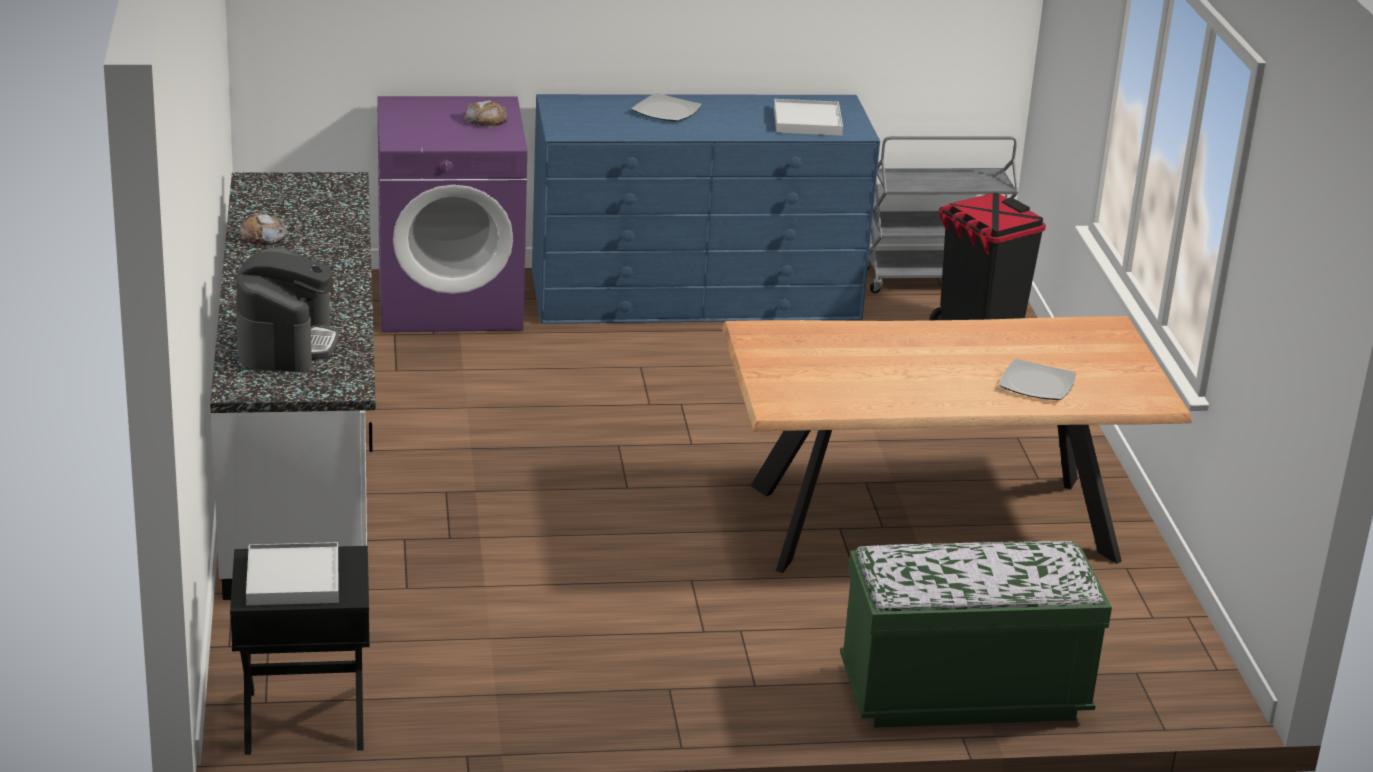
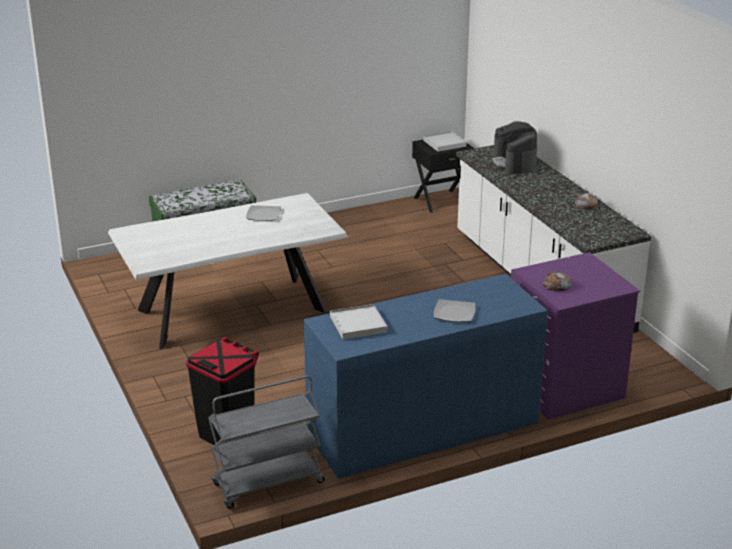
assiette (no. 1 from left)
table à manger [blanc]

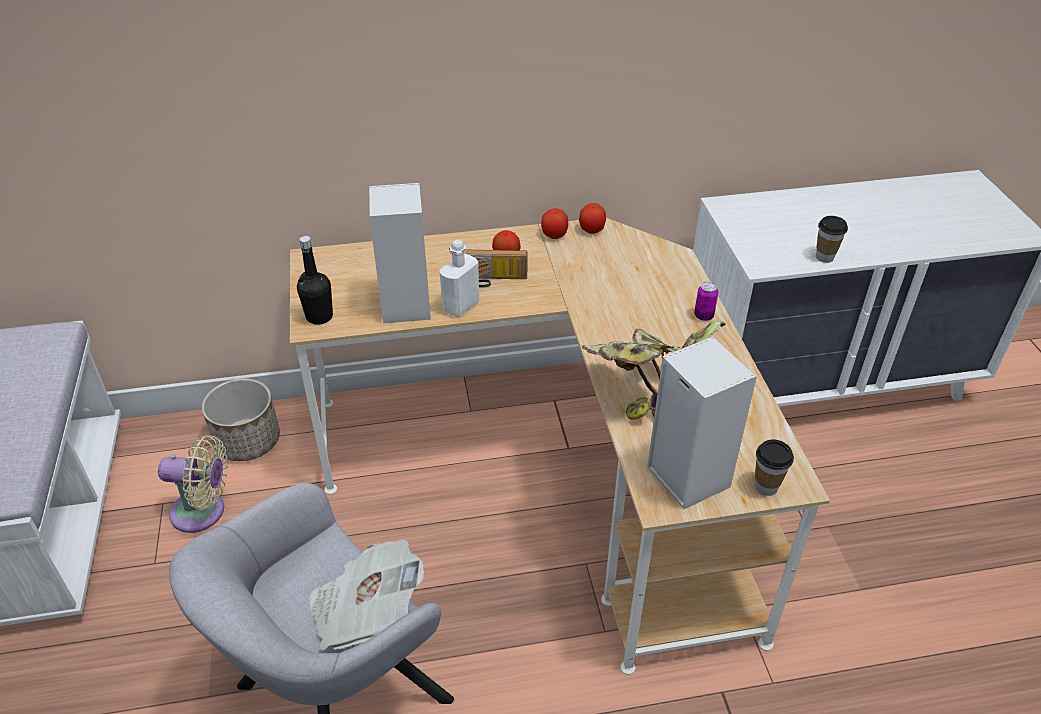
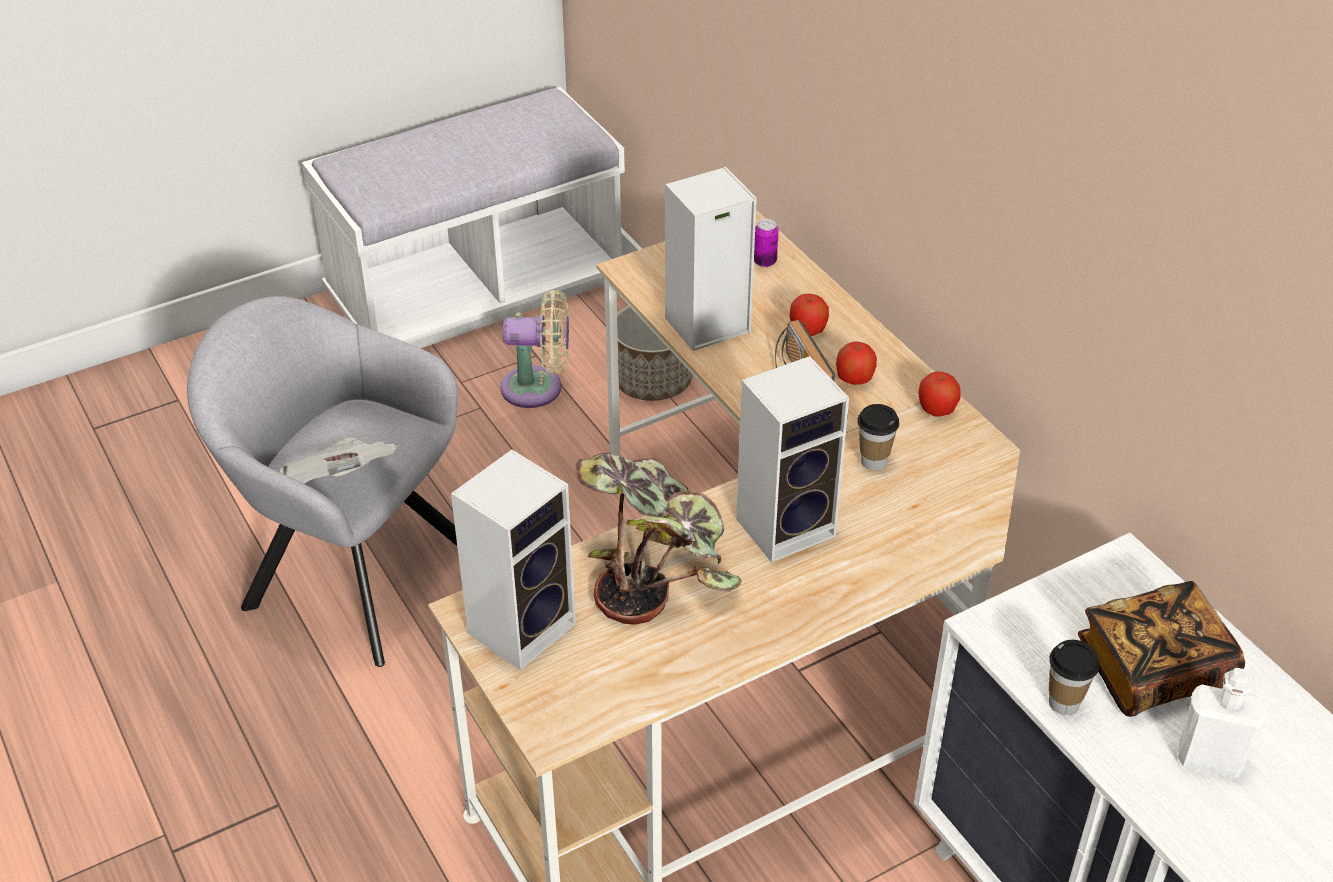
bouteille [noir]
enceinte (no. 3 from left)
livre
bouteille [blanc]
pomme (no. 1 from left)
boîte métallique
tasse (no. 1 from left)
ventilateur [beige]

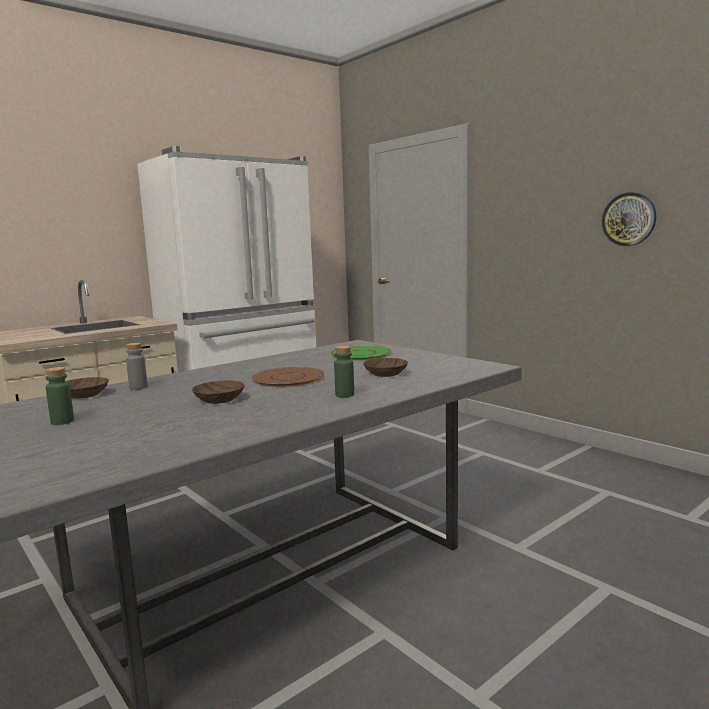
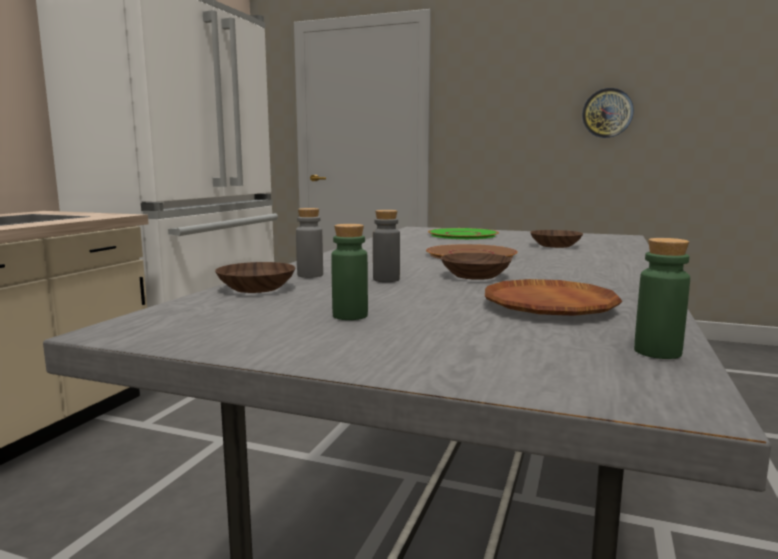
bouteille [gris] (no. 2 from left)
assiette [marron] (no. 2 from left)
bouteille [vert] (no. 2 from left)

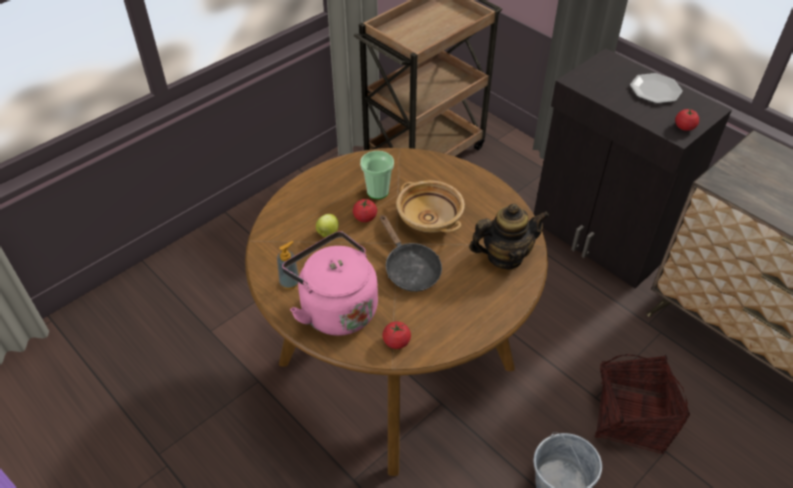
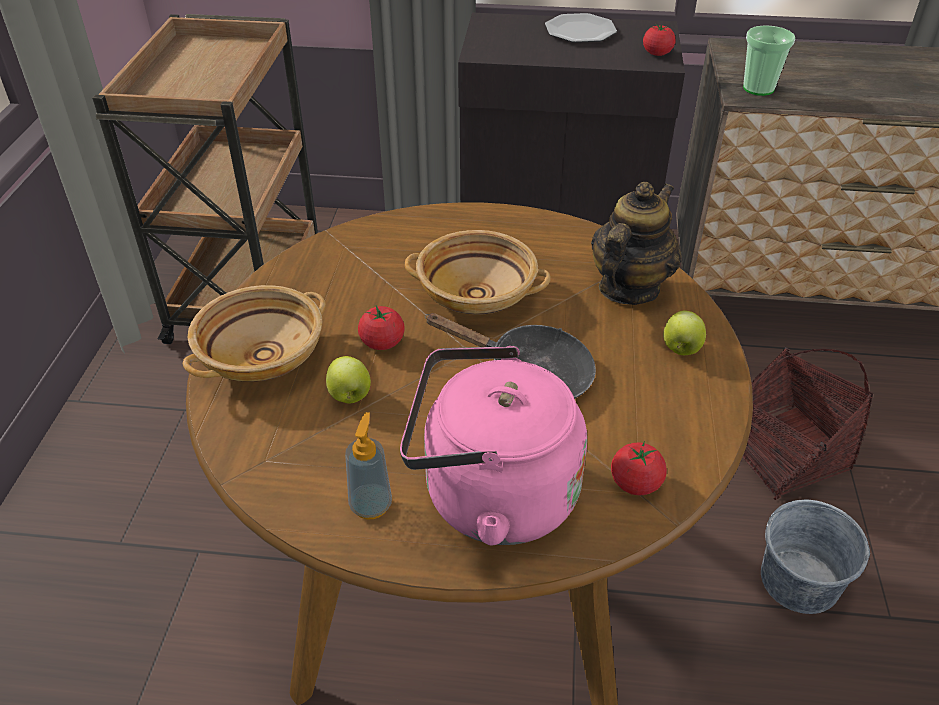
bol [beige] (no. 1 from left)
pomme (no. 2 from left)
tasse

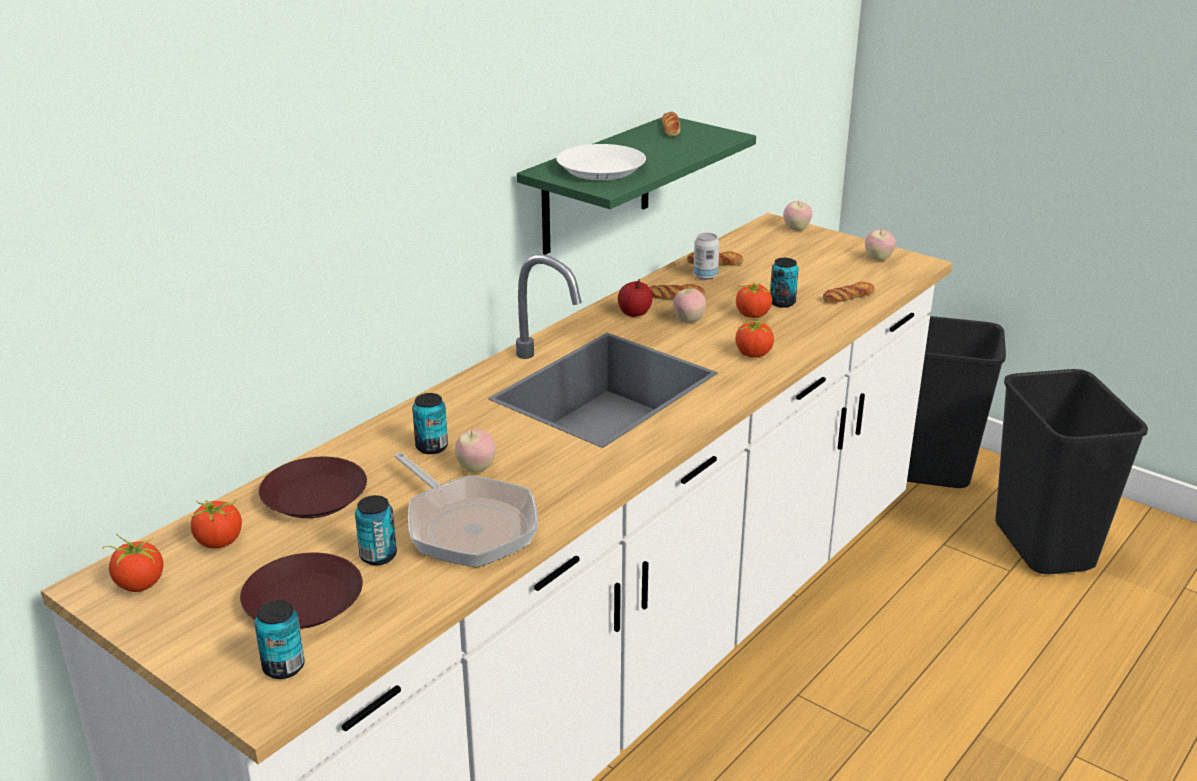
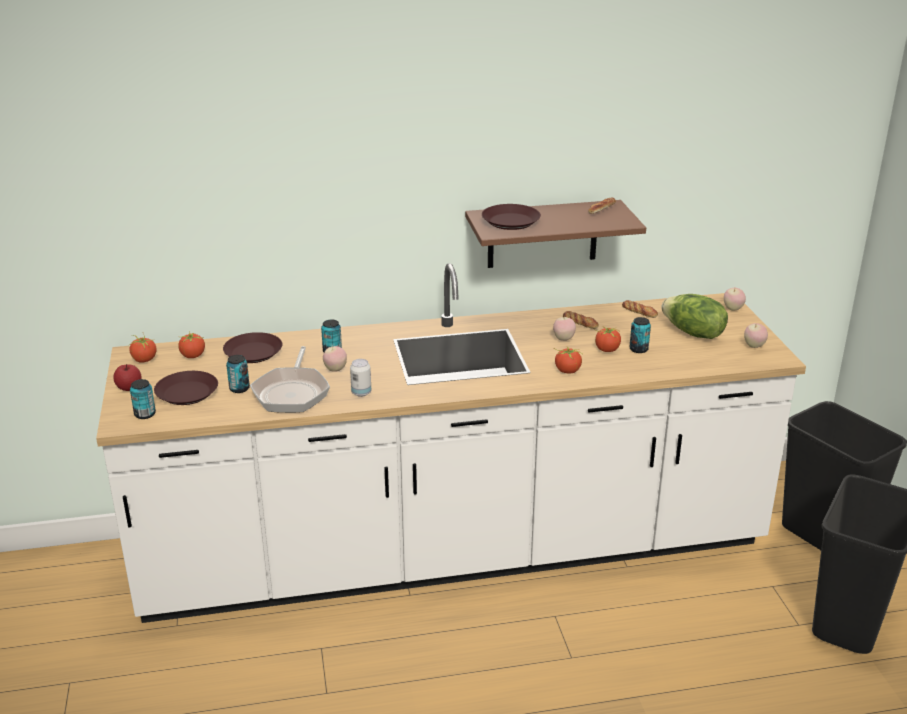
pain (no. 4 from left in the first image)
laitue
pomme (no. 1 from left)
boîte métallique (no. 4 from left)
étagère [marron]
assiette [marron] (no. 3 from left)

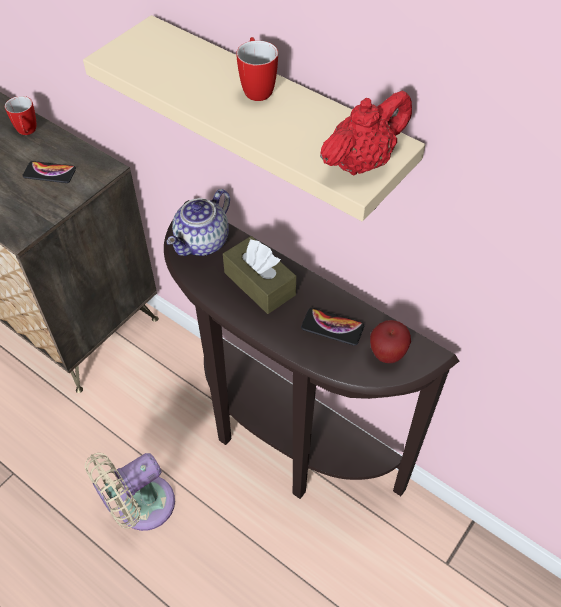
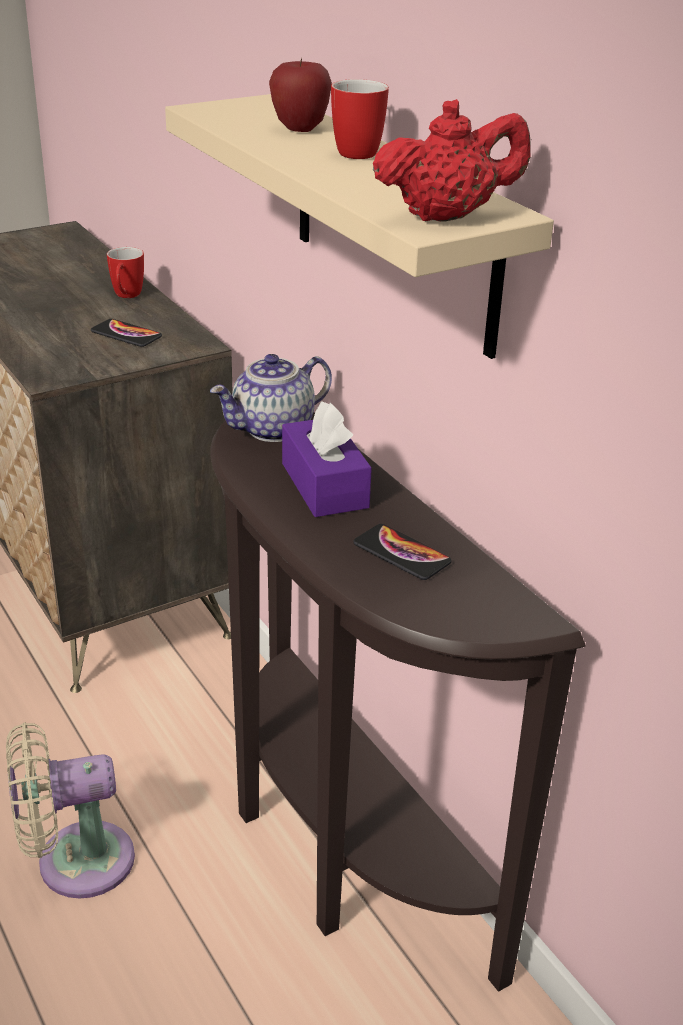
pomme
boîte à mouchoirs [violet]

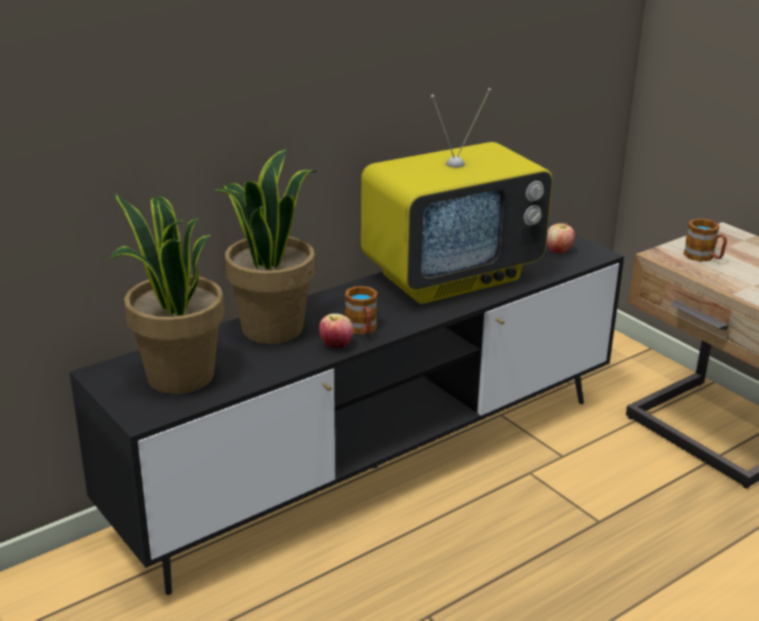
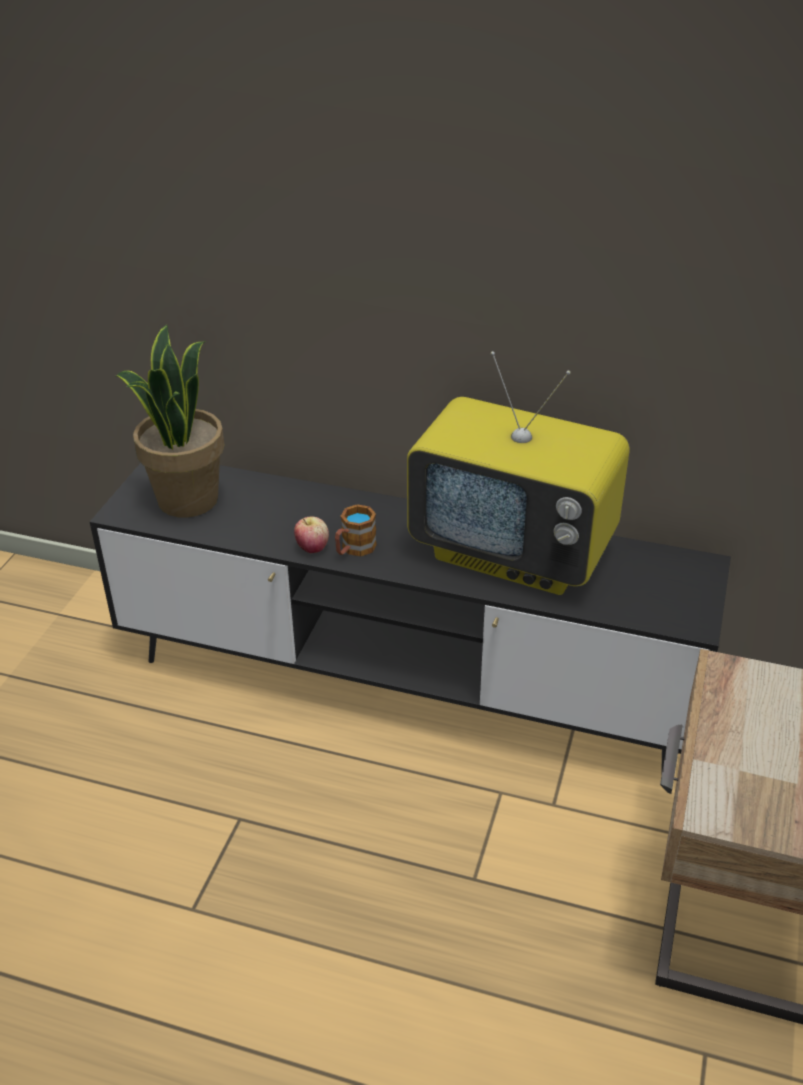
plante en pot (no. 2 from left in the first image)
pomme (no. 2 from left in the first image)
mug (no. 2 from left in the first image)

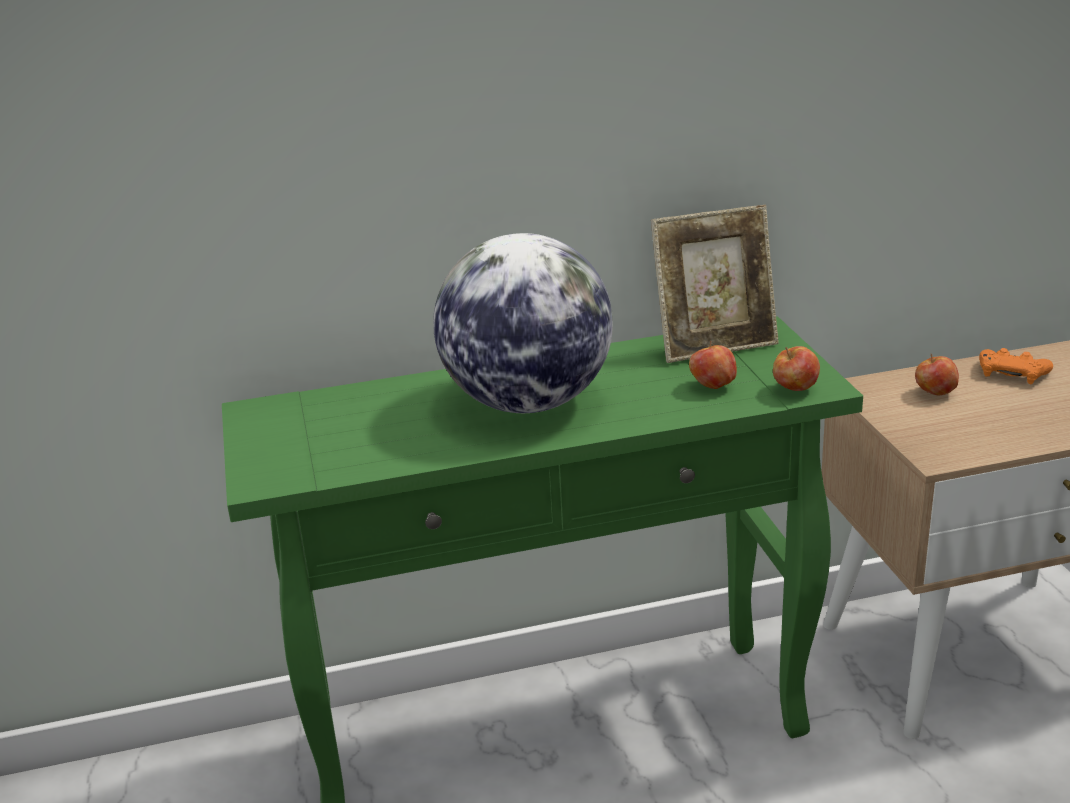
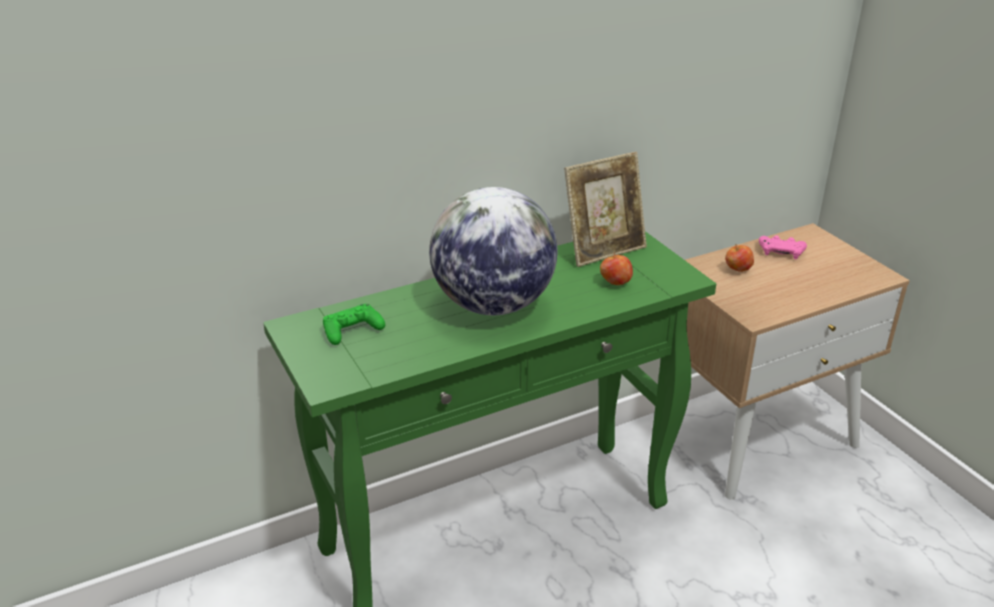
pomme (no. 2 from left in the first image)
manette [vert]
manette [rose]

